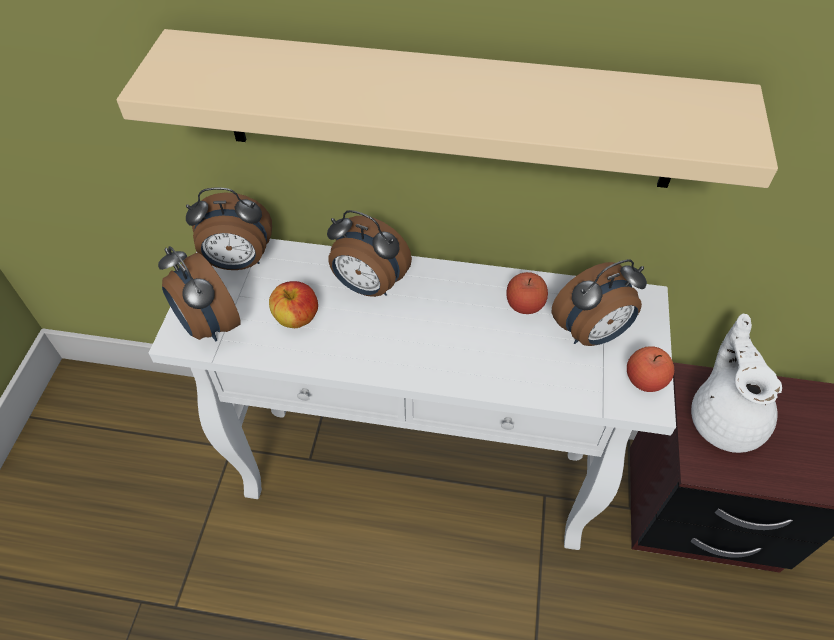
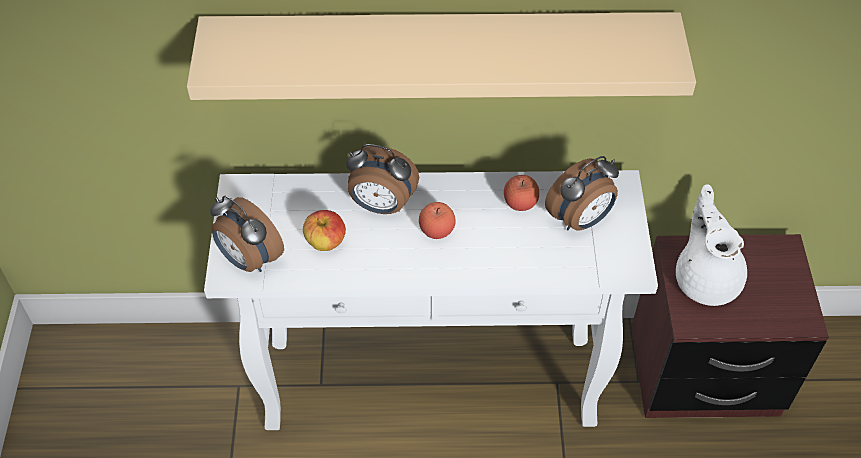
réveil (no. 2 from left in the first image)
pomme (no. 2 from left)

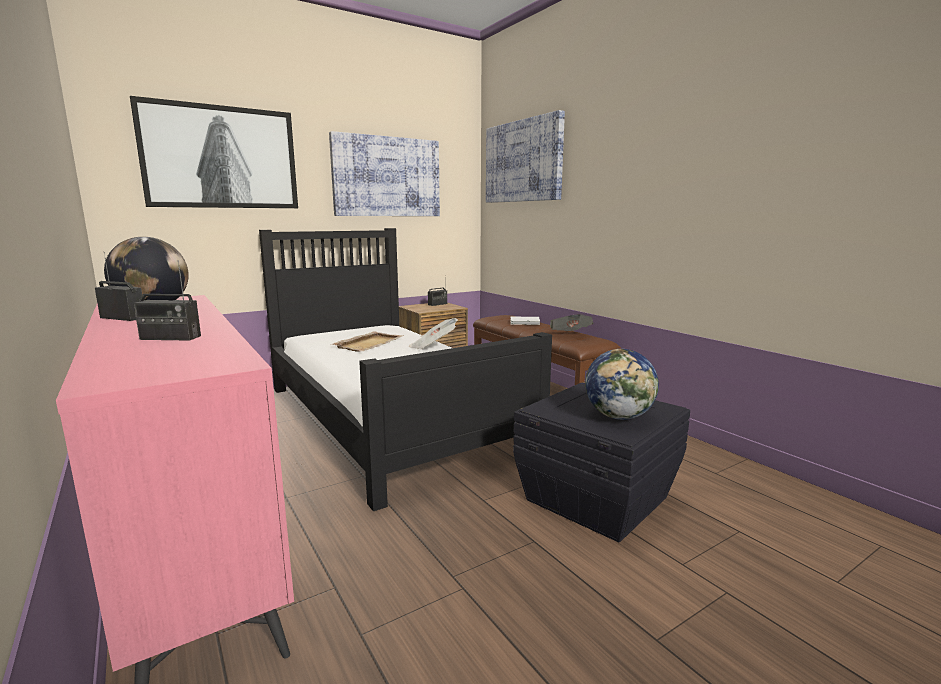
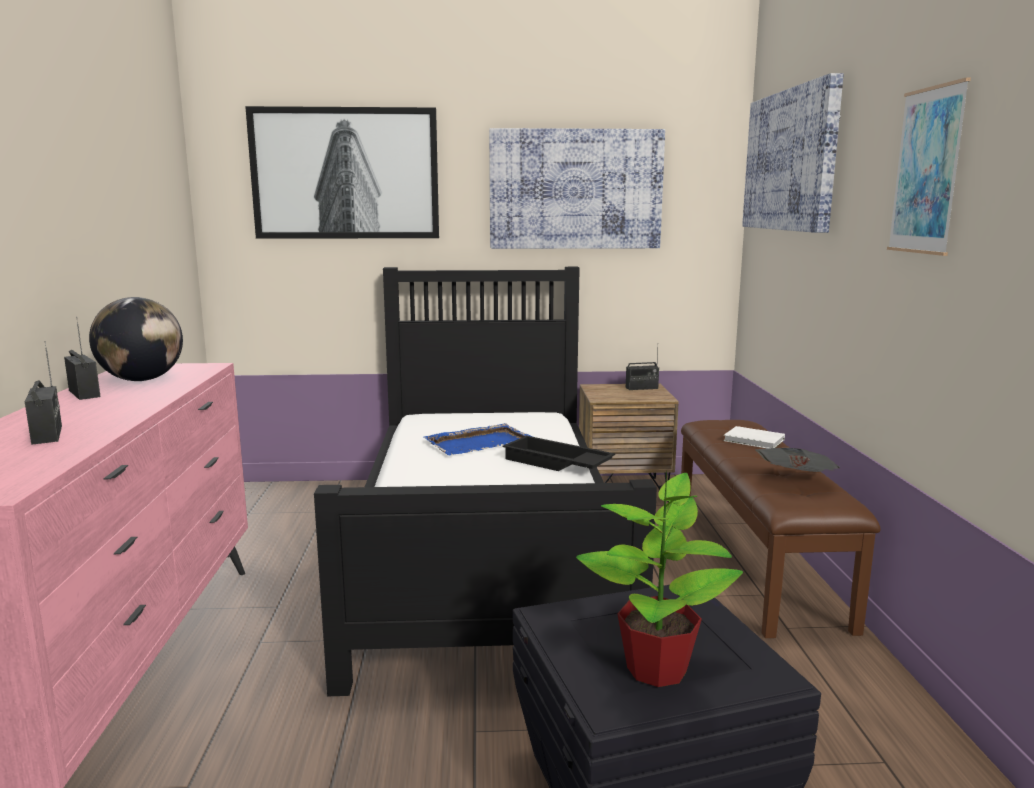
tableau (no. 4 from left)
plateau [noir]
plante en pot
plateau [bleu]
radio (no. 1 from left)

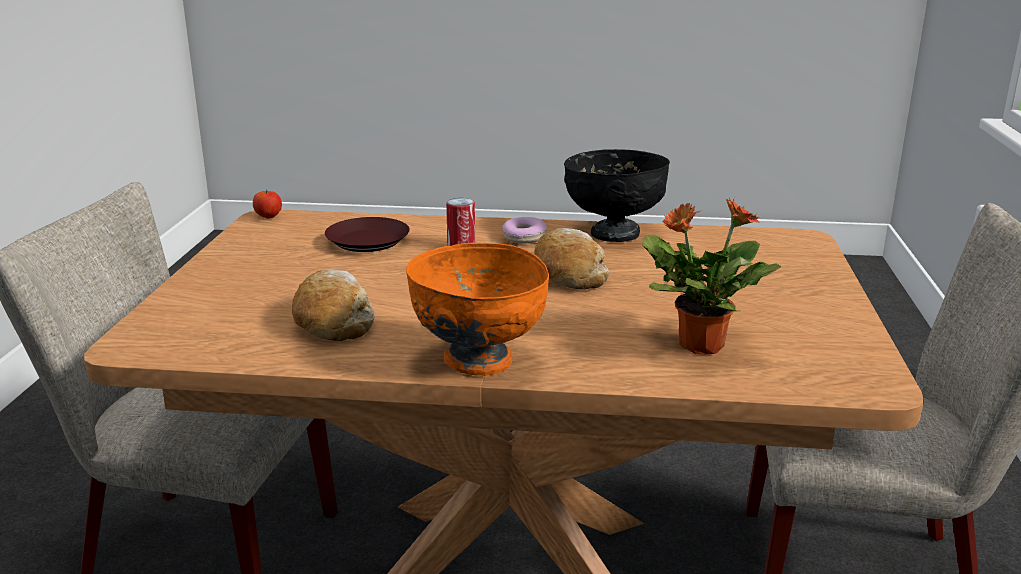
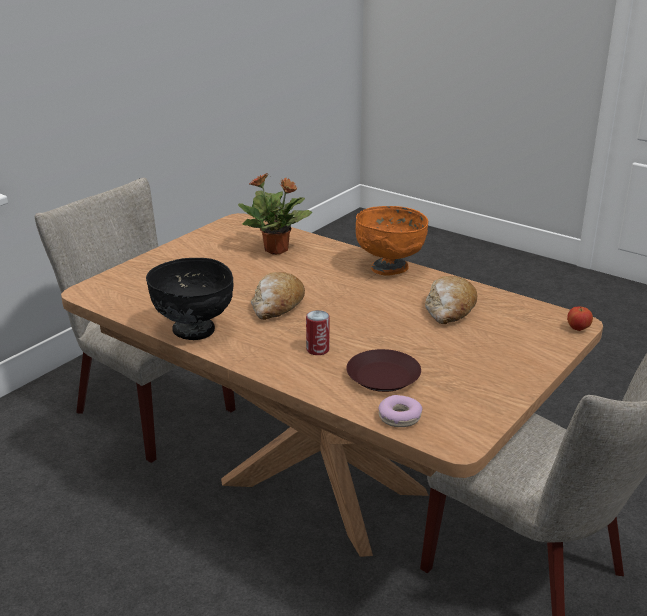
pomme
beignet

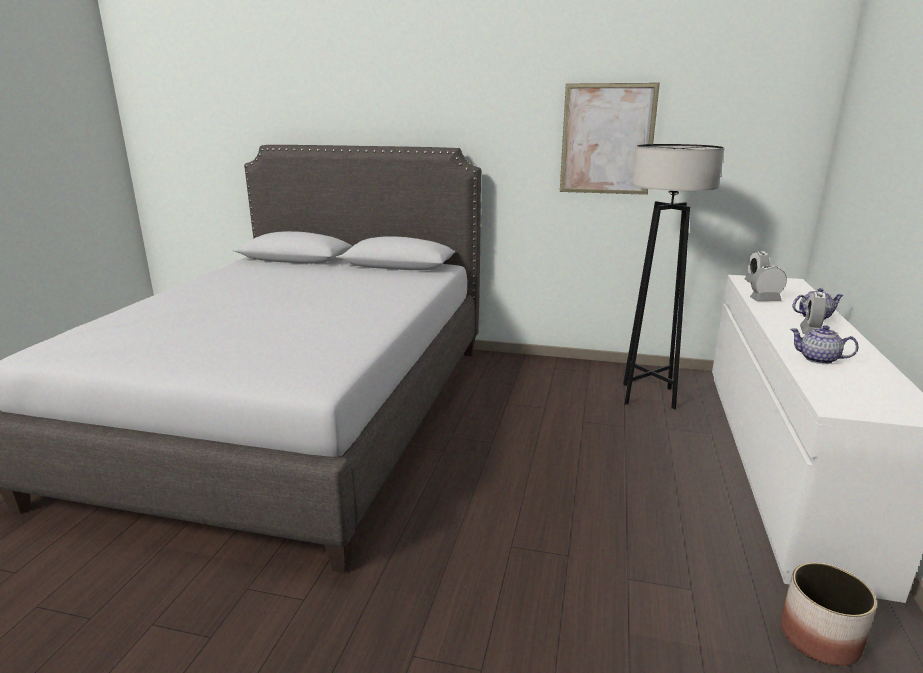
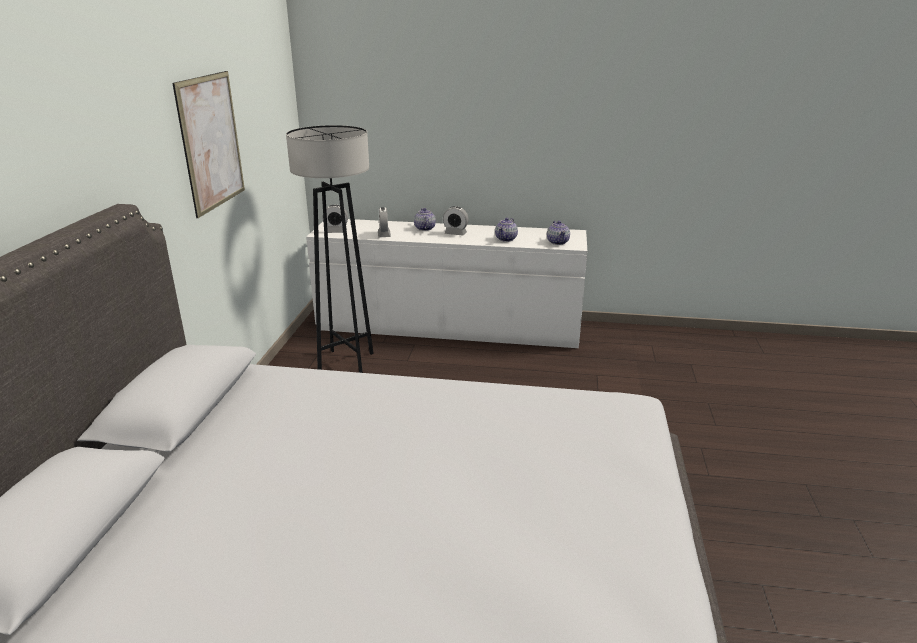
cache-pot
théière (no. 3 from left)

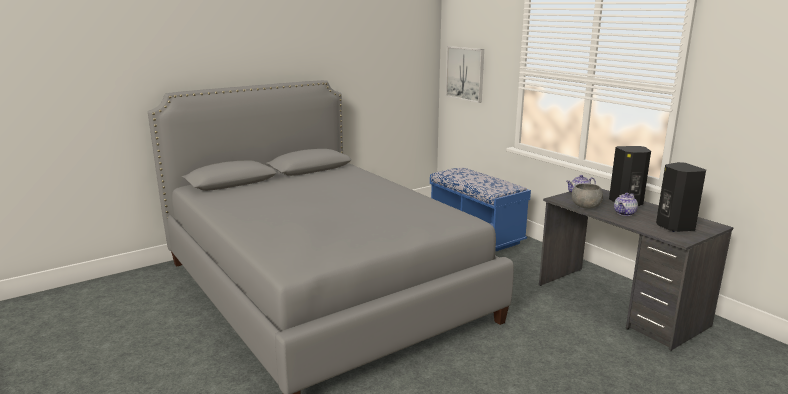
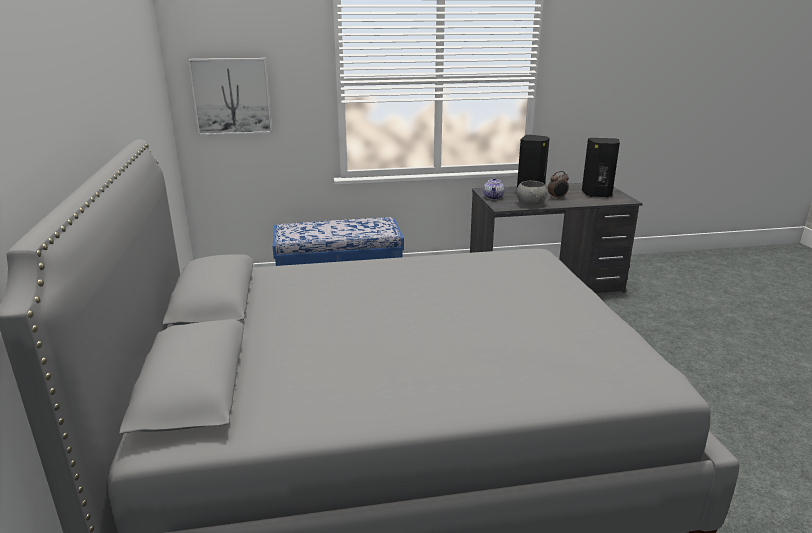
réveil

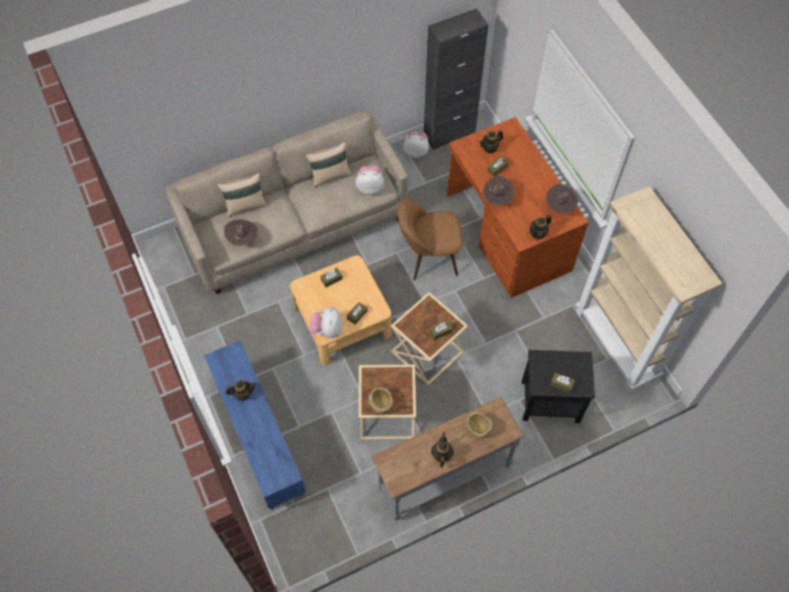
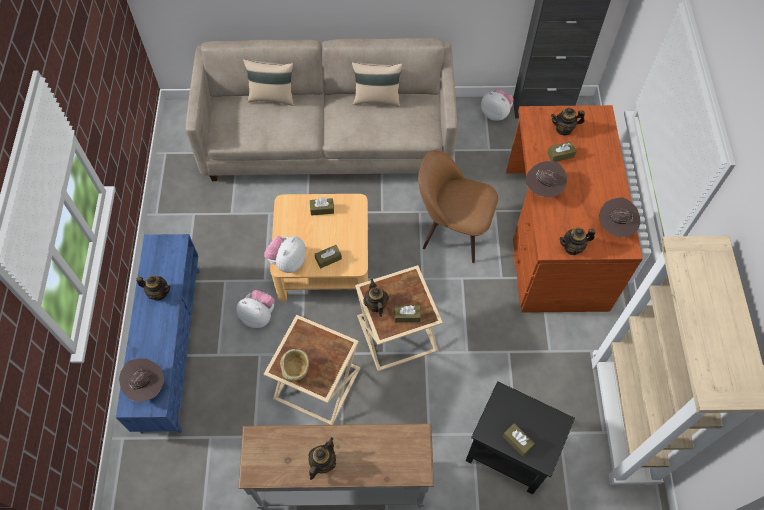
bol [beige] (no. 2 from left in the first image)
théière (no. 3 from left)
chapeau [marron] (no. 1 from left)
peluche (no. 1 from left)

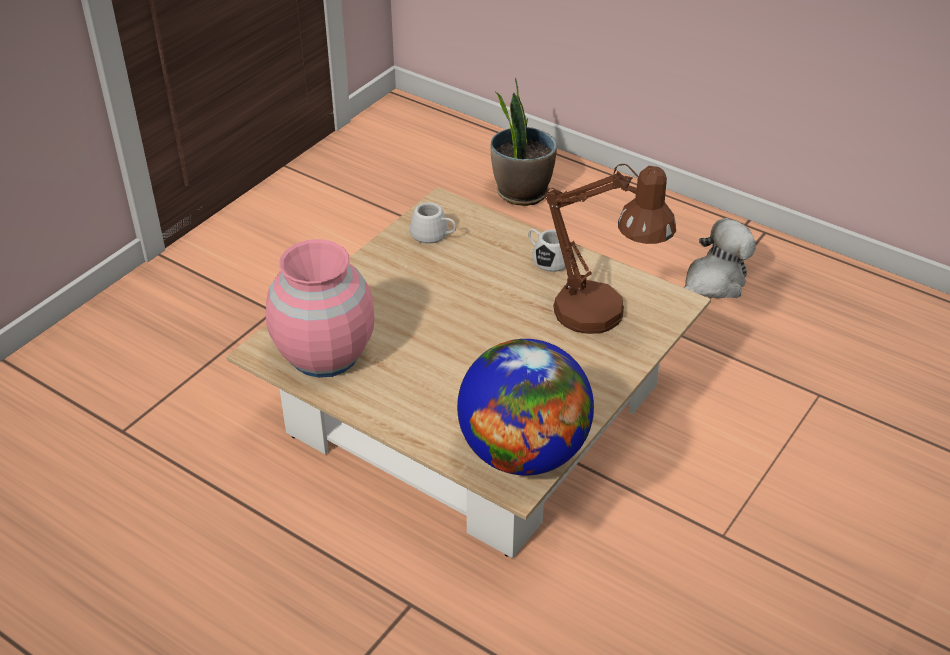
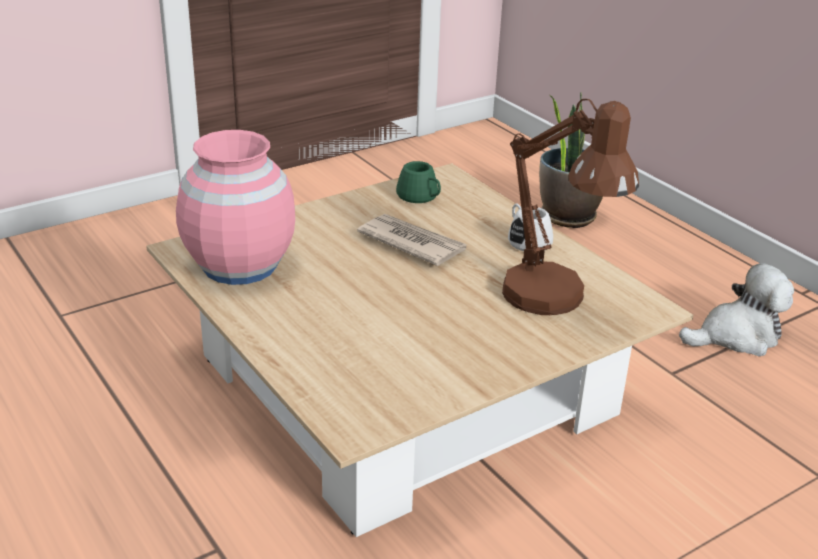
globe
journal
mug [vert]

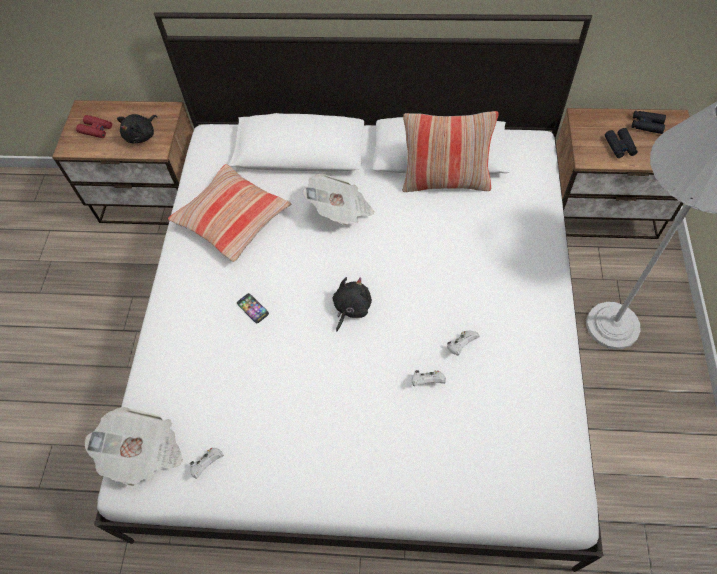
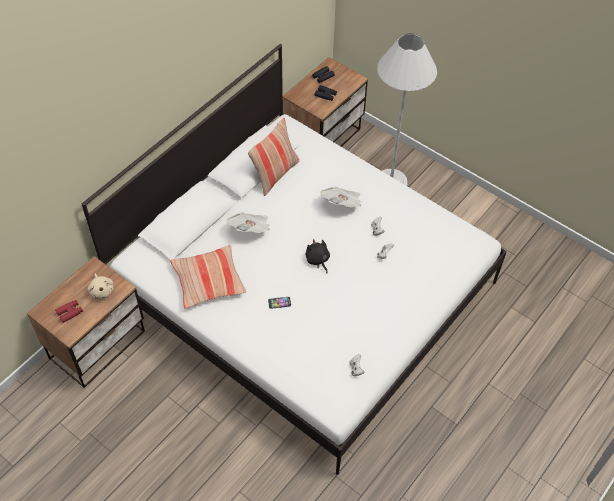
journal (no. 2 from left)
peluche [beige]

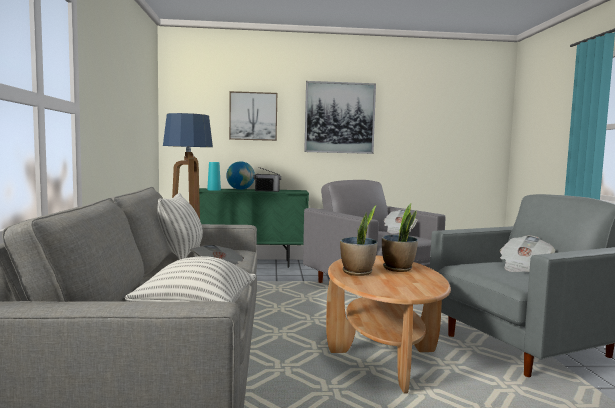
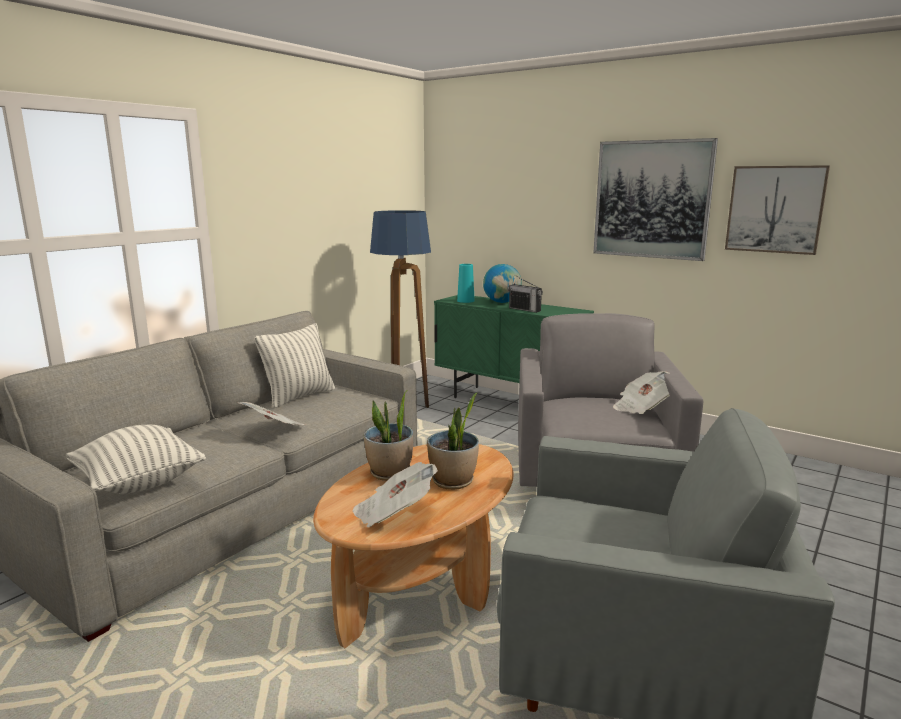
tableau (no. 2 from left)
journal (no. 2 from left)

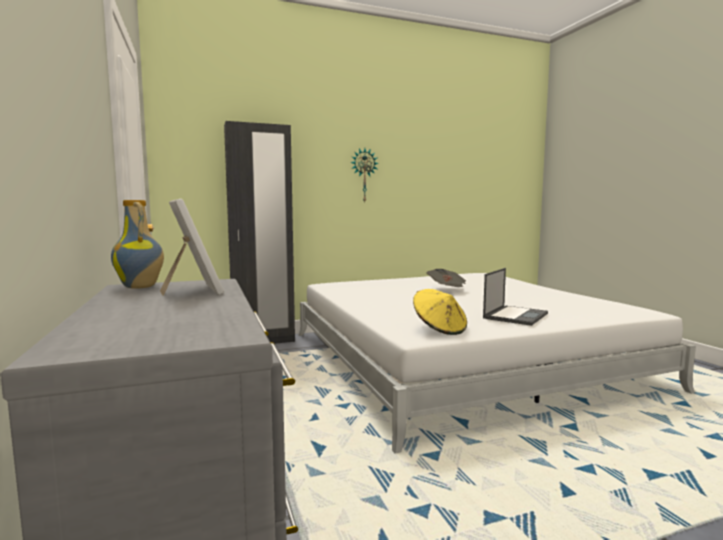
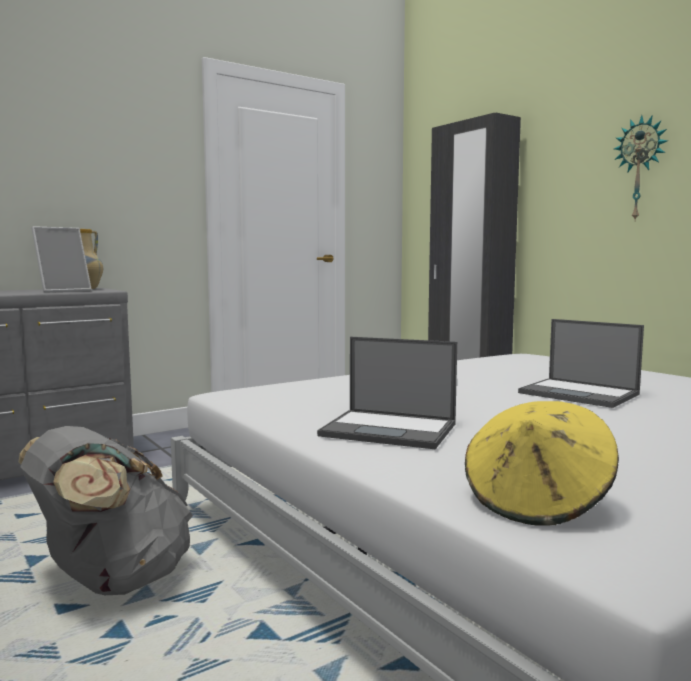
sac à dos [gris]
chapeau [jaune]
ordinateur portable (no. 2 from left)

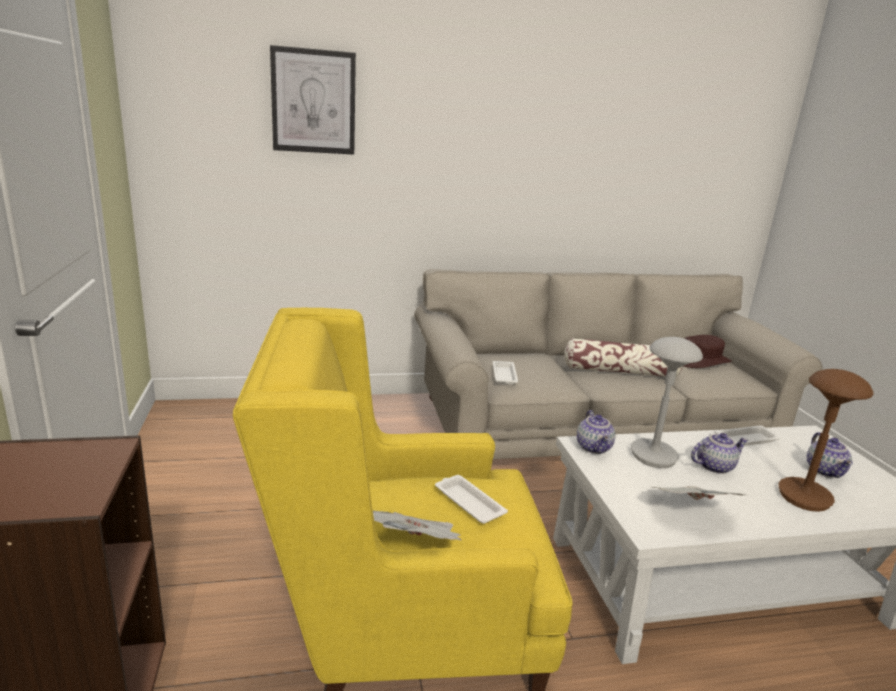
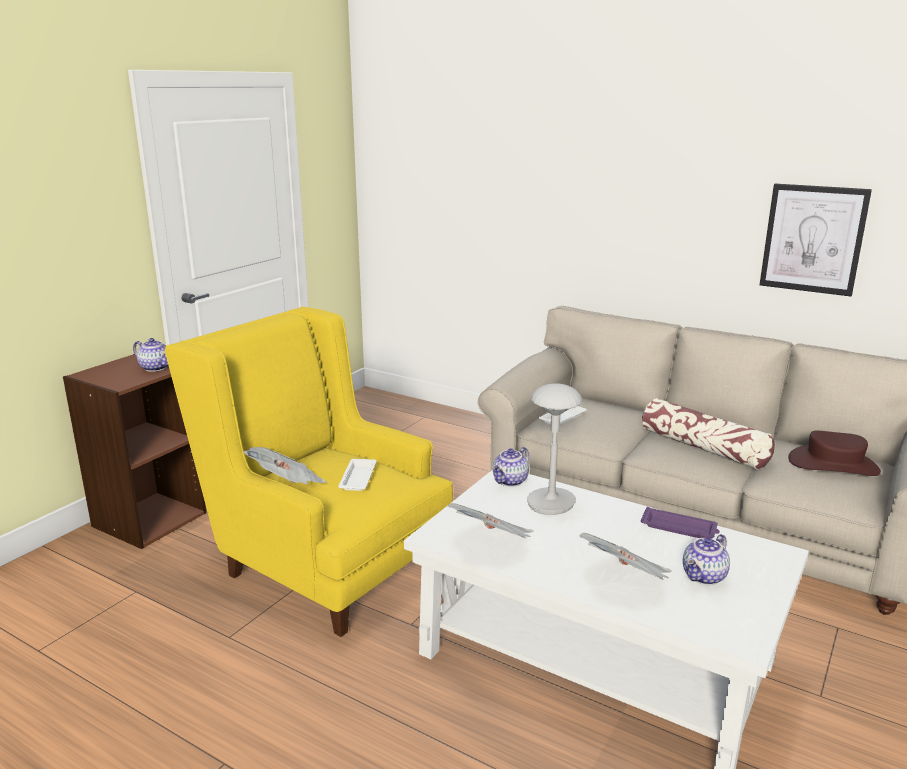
tableau
théière (no. 1 from left)
journal (no. 3 from left)
plateau [violet]

